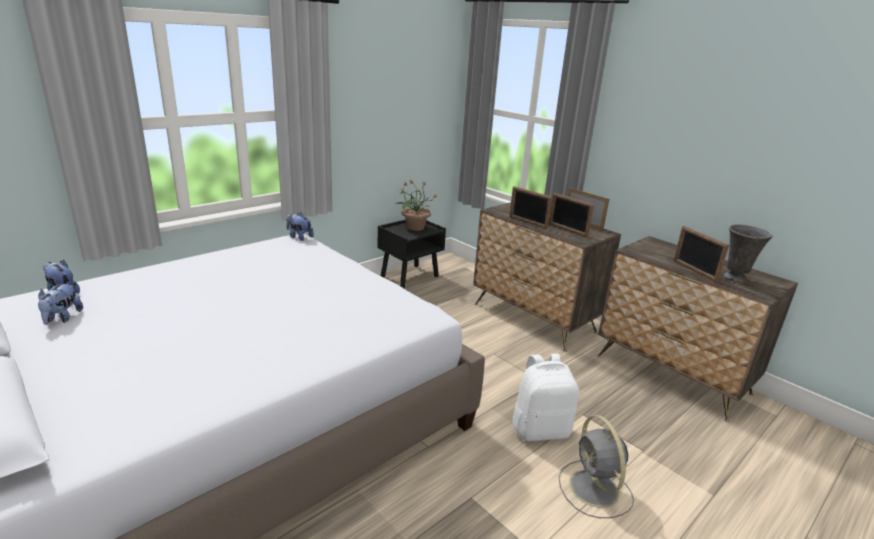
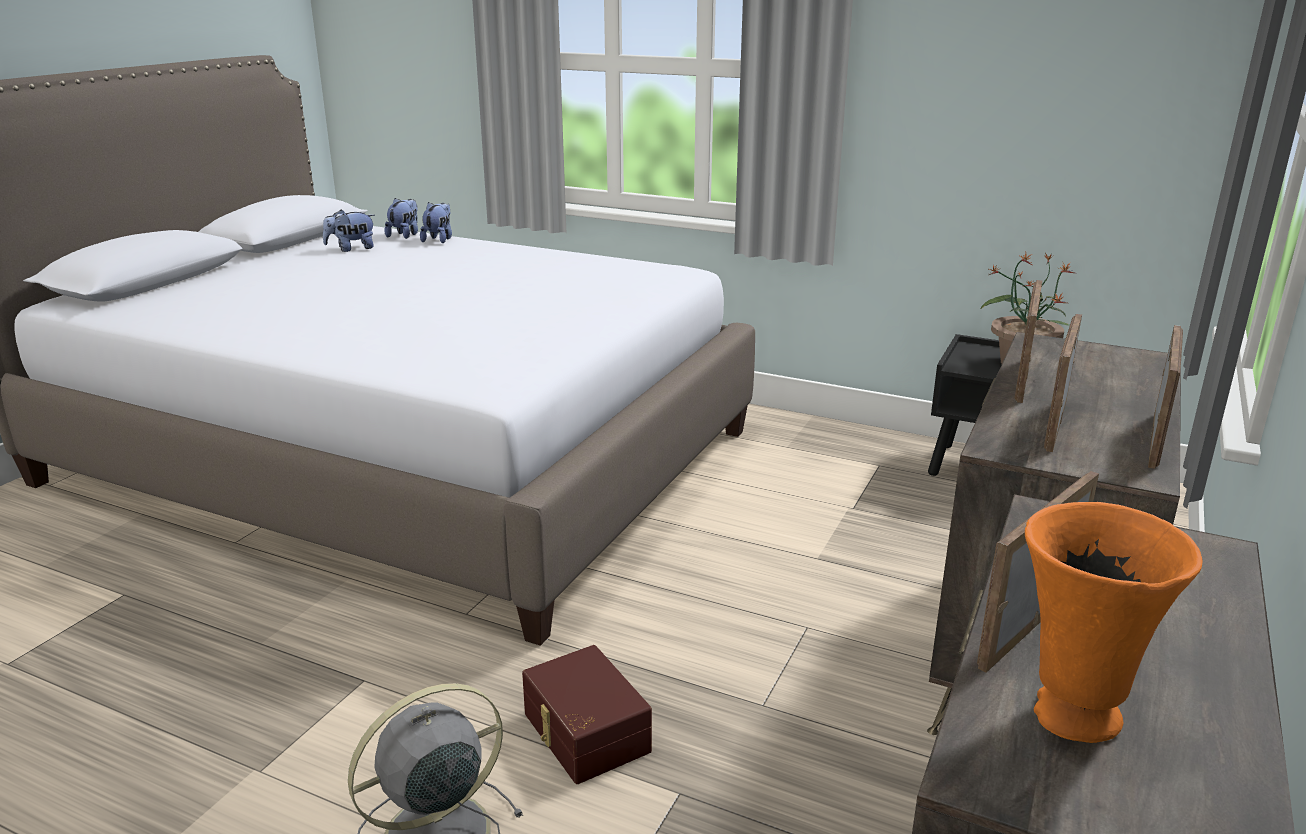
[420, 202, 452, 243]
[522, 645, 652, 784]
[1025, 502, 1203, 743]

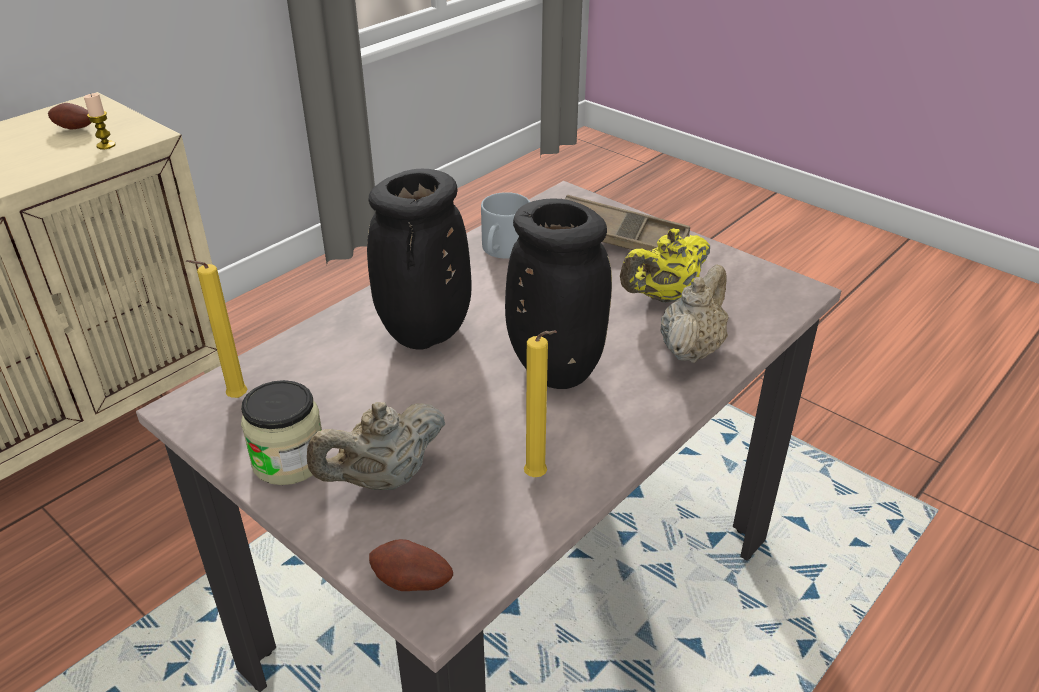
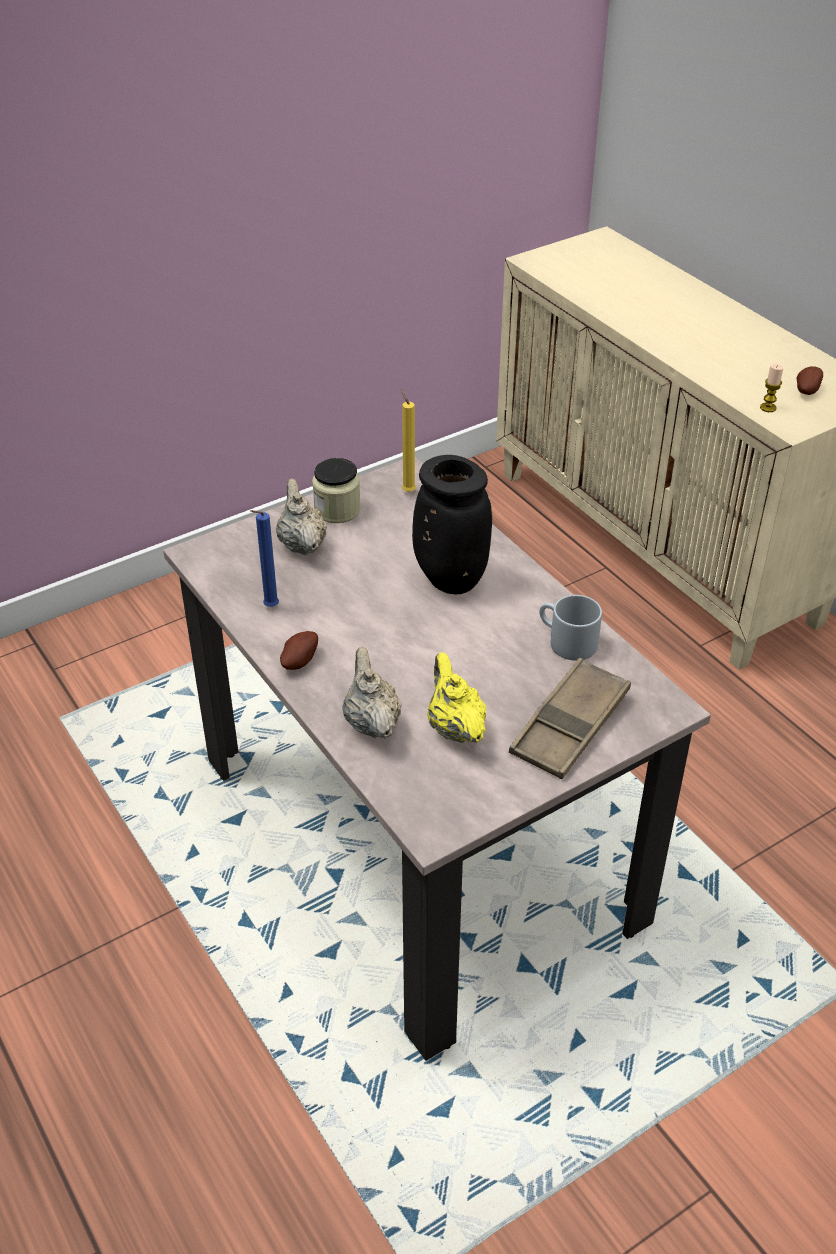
[250, 510, 279, 607]
[280, 631, 318, 670]
[342, 647, 402, 739]
[505, 198, 612, 389] (first image)

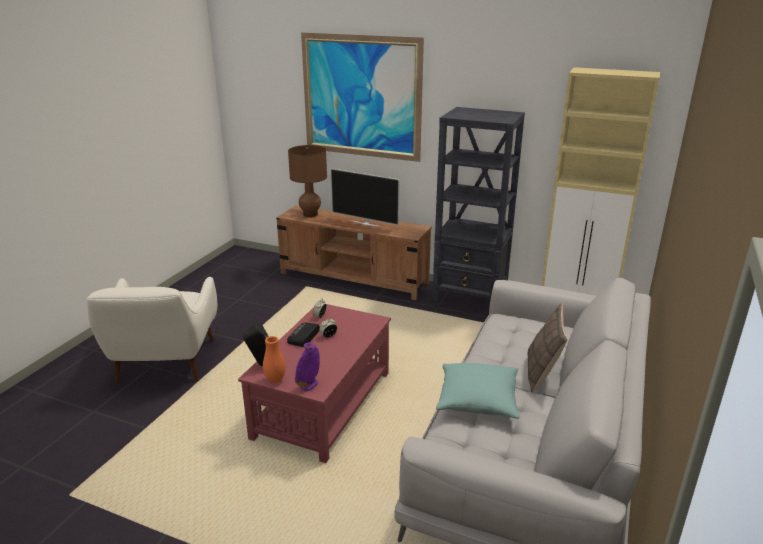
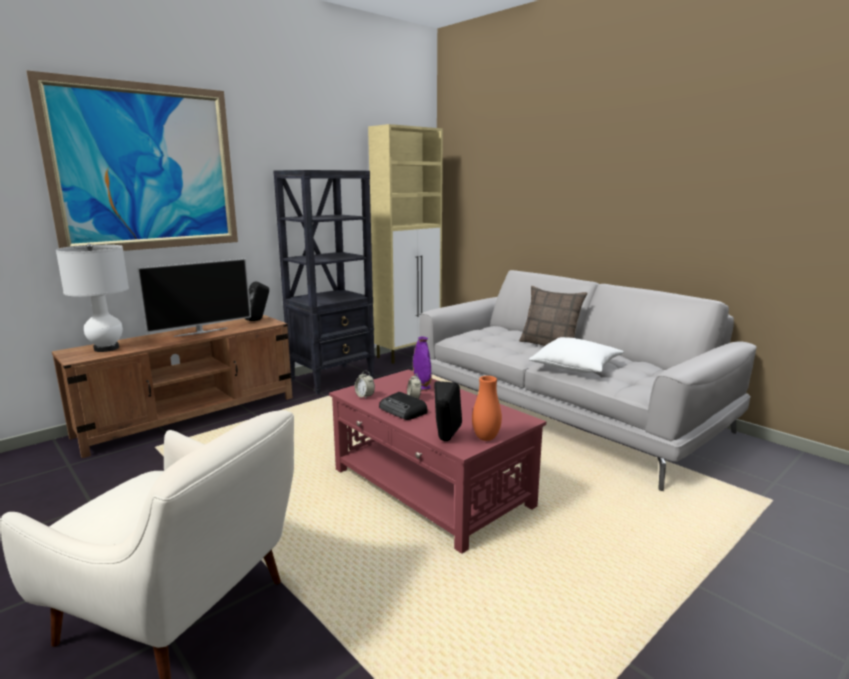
[56, 244, 129, 352]
[245, 281, 269, 321]
[413, 337, 432, 391]
[529, 337, 624, 373]

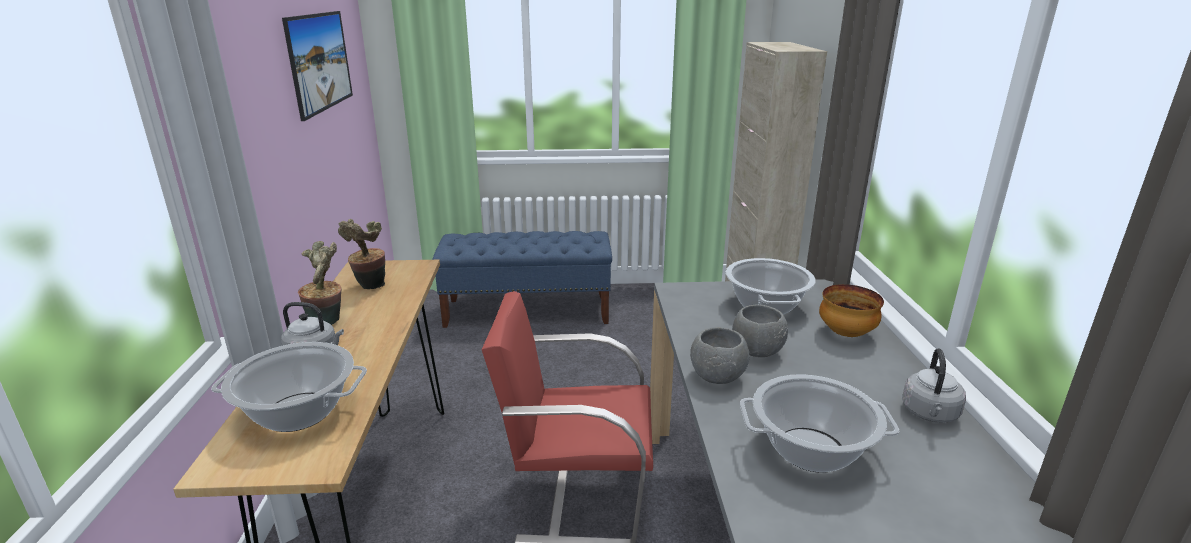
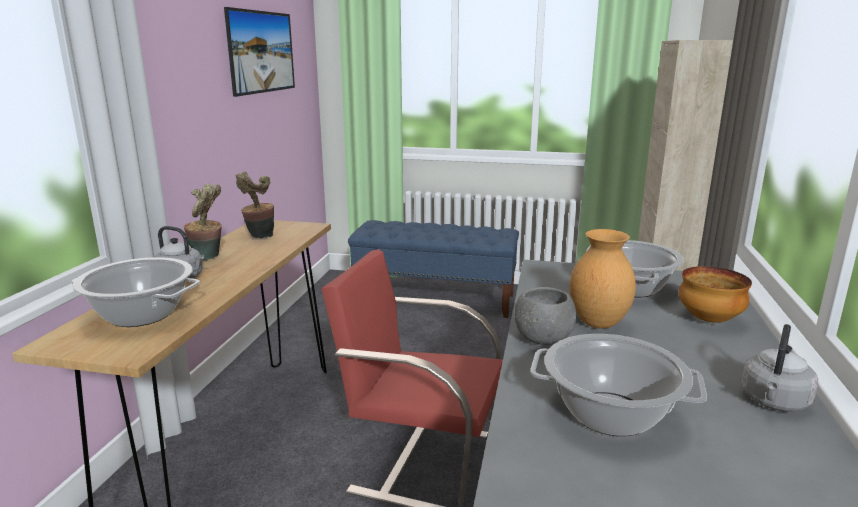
[569, 229, 636, 329]

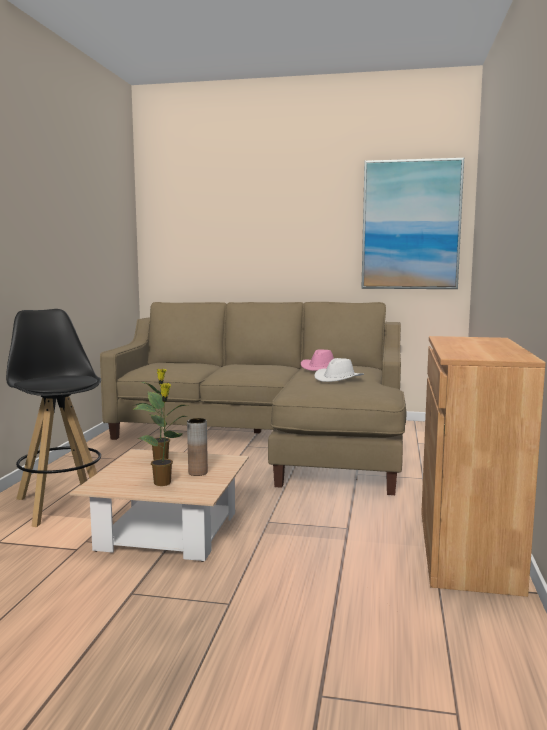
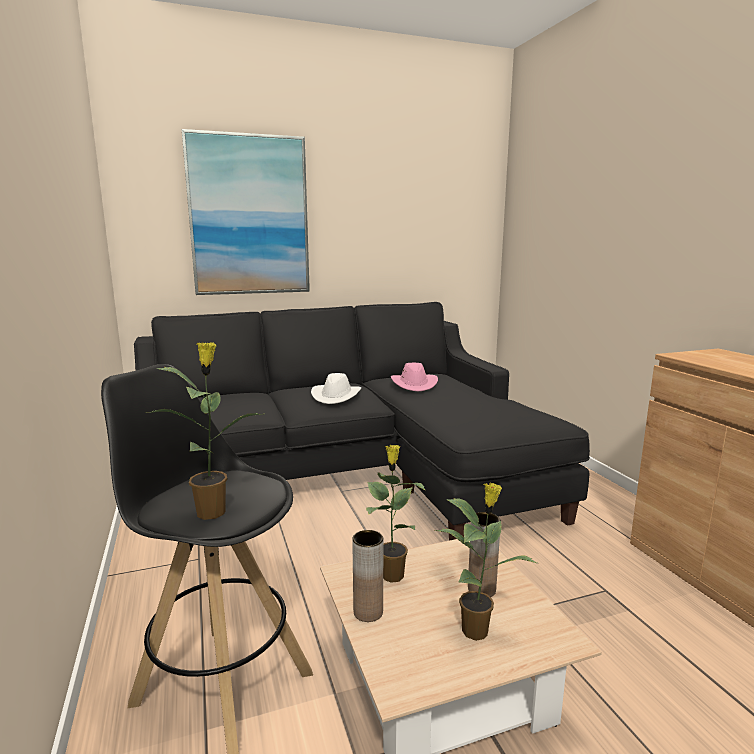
[134, 302, 590, 541]
[147, 342, 263, 520]
[182, 129, 310, 295]
[311, 373, 361, 404]
[352, 530, 383, 622]

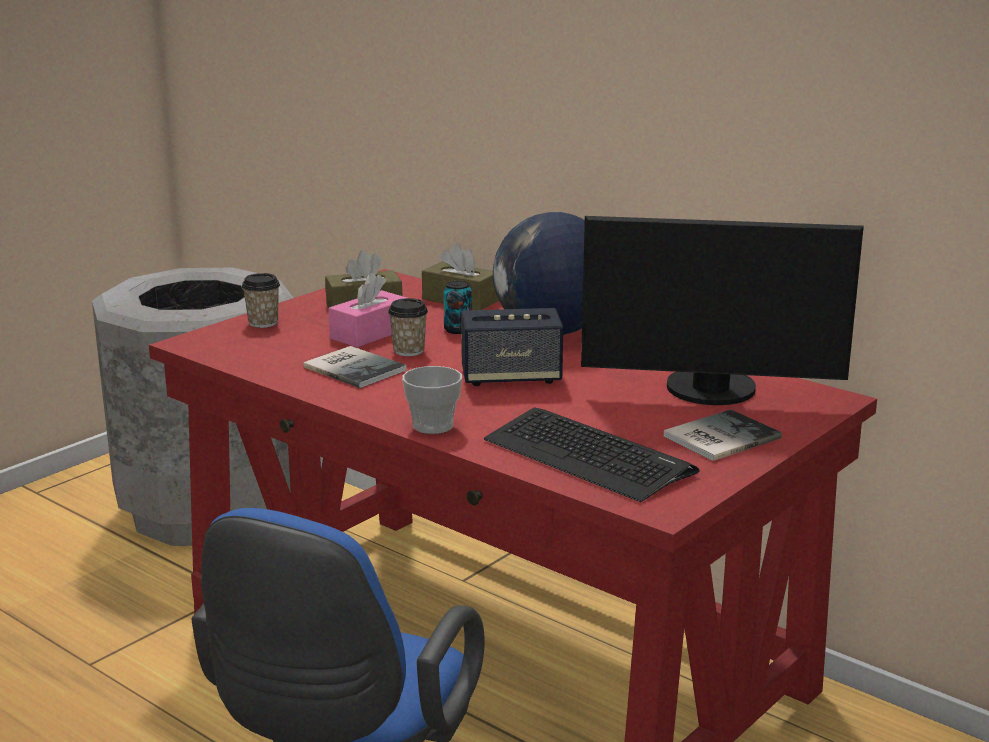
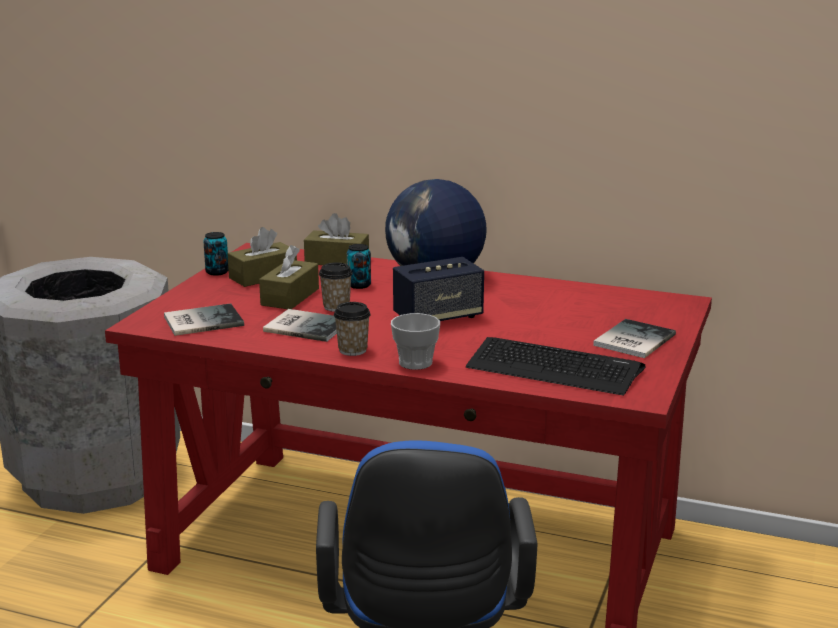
[164, 303, 244, 336]
[203, 232, 228, 276]
[259, 245, 319, 309]
[334, 302, 371, 356]
[581, 216, 864, 405] (first image)

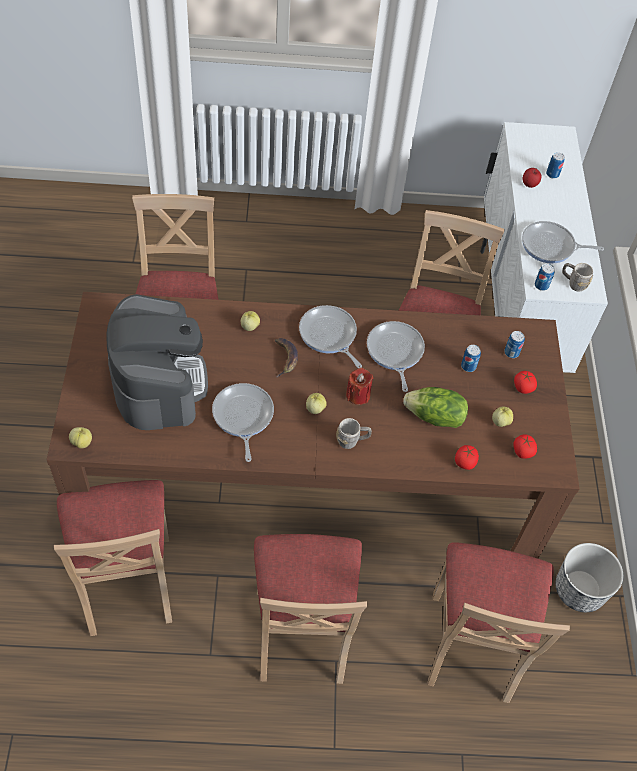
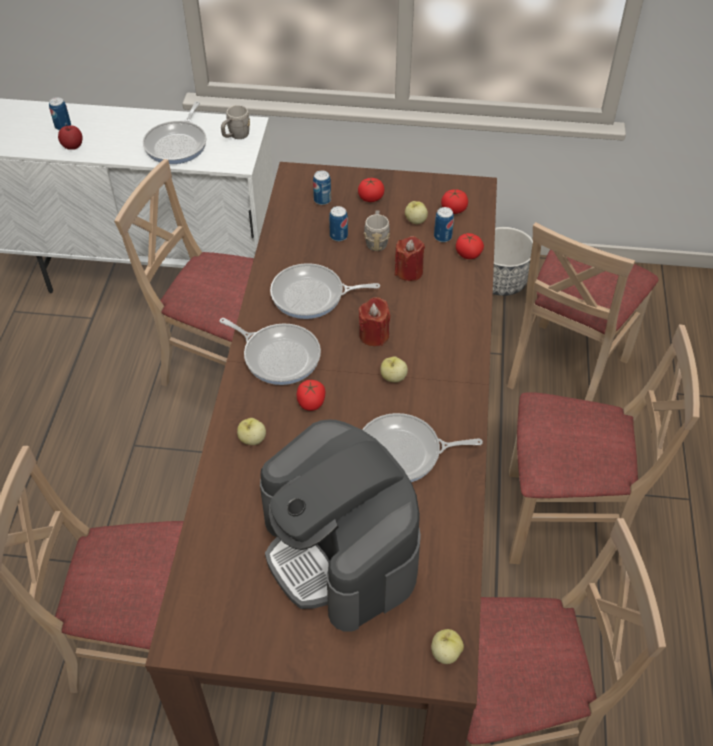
[219, 318, 321, 385]
[260, 420, 421, 632]
[297, 380, 325, 411]
[364, 210, 390, 251]
[395, 236, 425, 281]
[434, 207, 454, 242]
[507, 222, 659, 402]

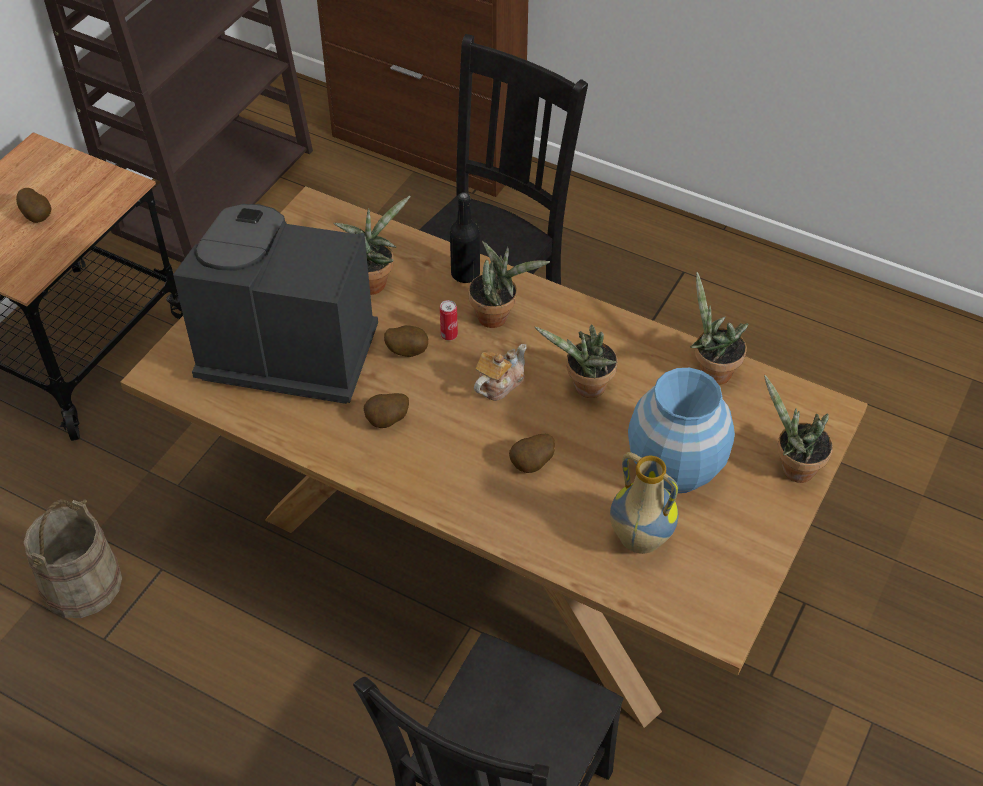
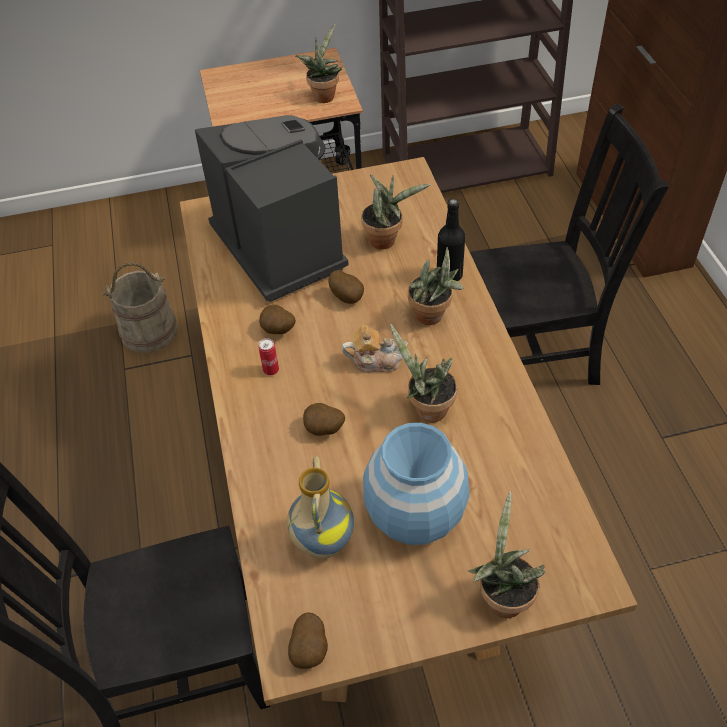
[258, 338, 279, 376]
[288, 612, 328, 669]
[296, 24, 342, 103]

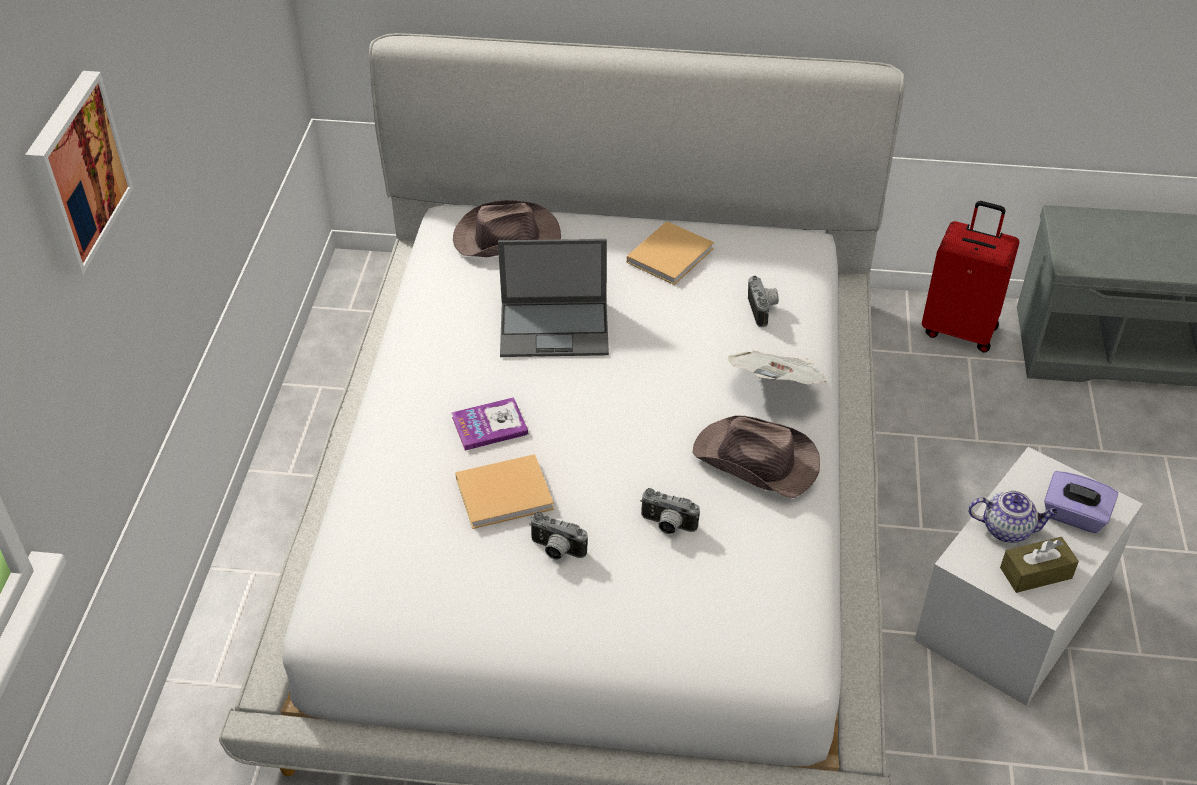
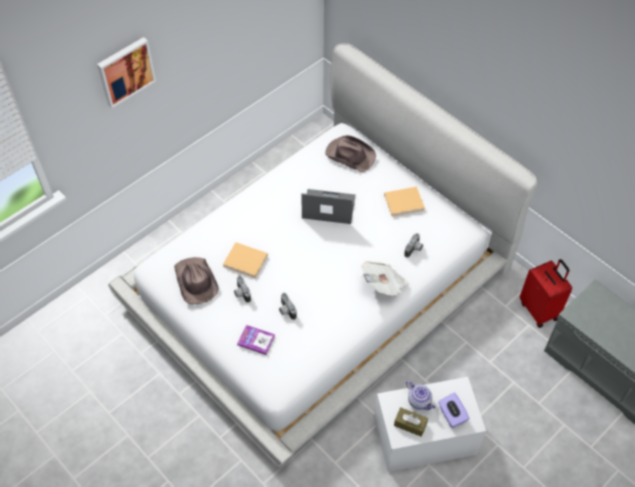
[174, 257, 219, 304]
[237, 325, 275, 355]
[301, 189, 356, 224]

